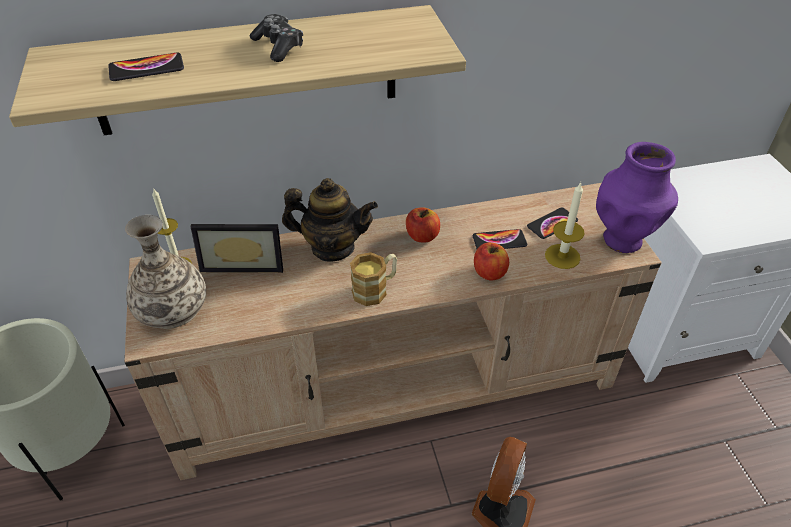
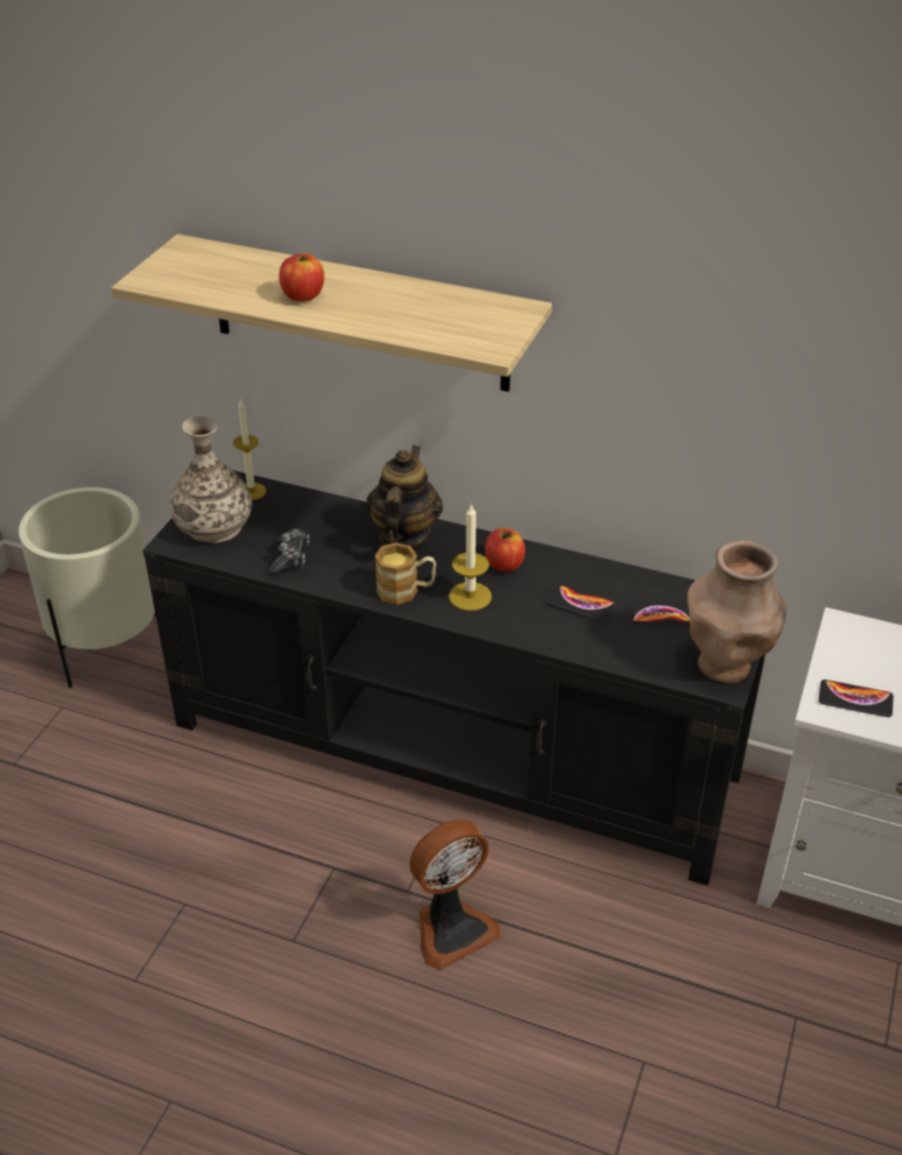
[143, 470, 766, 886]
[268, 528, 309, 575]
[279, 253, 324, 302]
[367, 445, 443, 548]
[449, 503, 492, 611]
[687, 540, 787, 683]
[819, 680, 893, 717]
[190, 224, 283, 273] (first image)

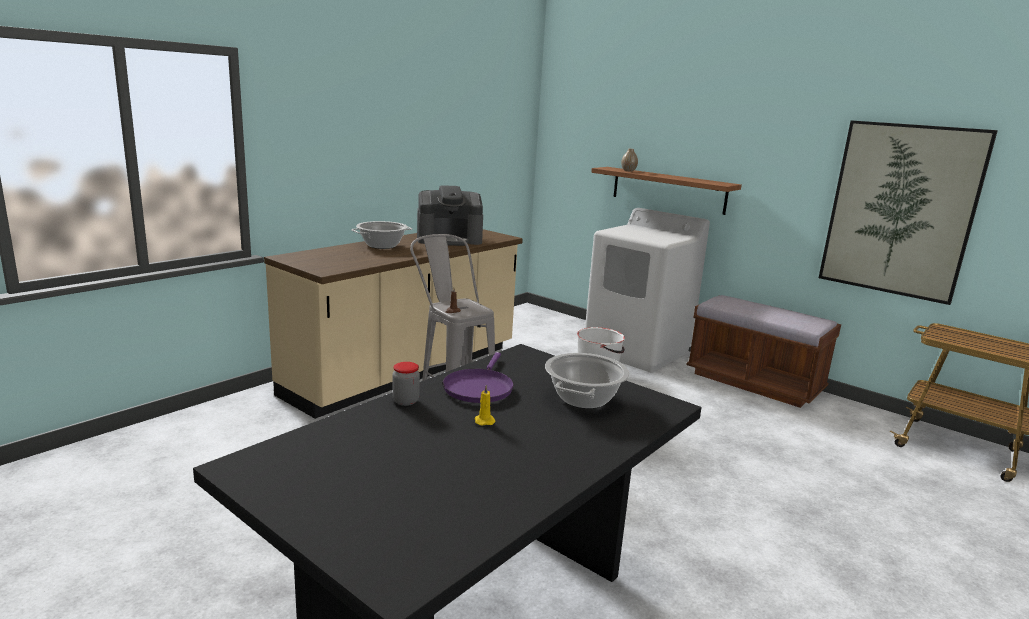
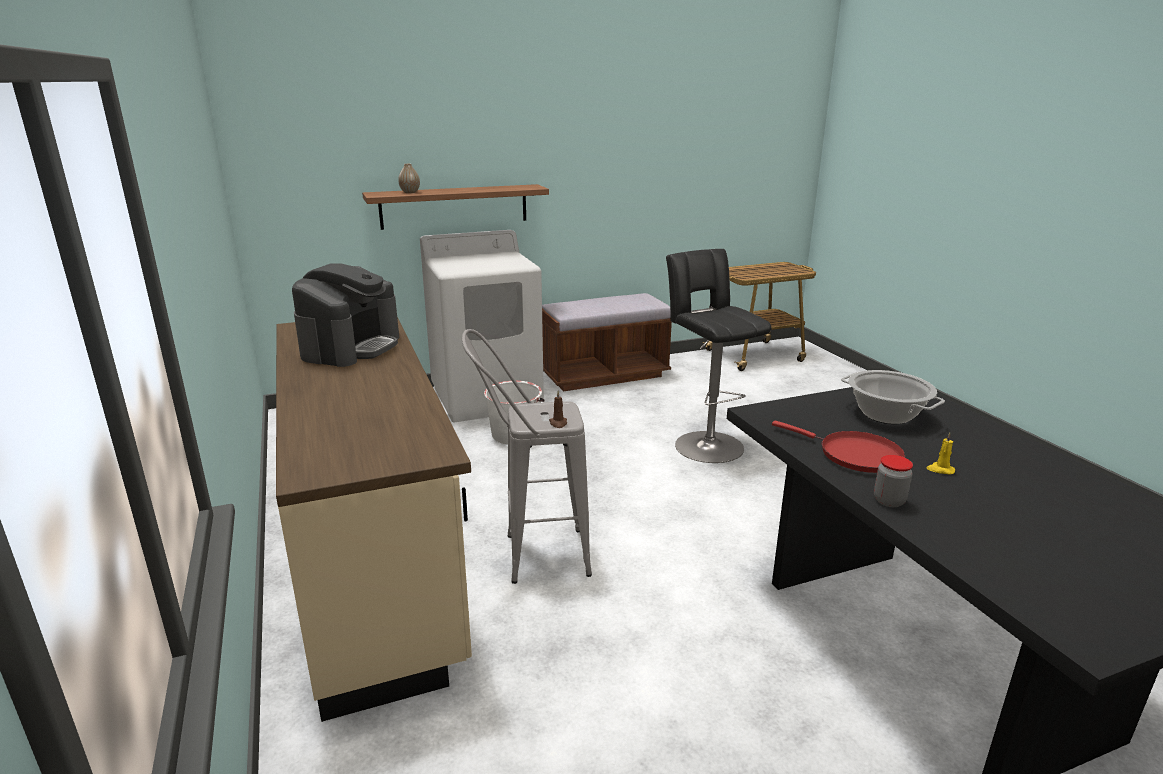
[666, 249, 772, 463]
[772, 421, 906, 473]
[351, 221, 412, 249] (first image)
[819, 120, 998, 305] (first image)

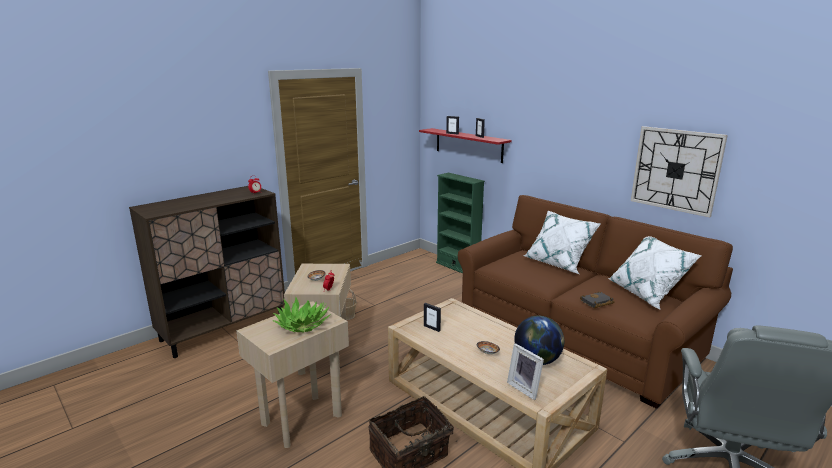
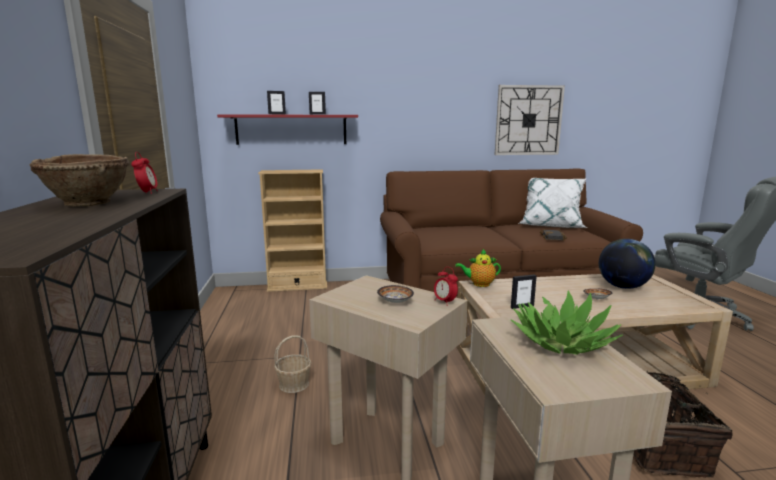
[30, 154, 130, 207]
[258, 169, 327, 292]
[455, 249, 501, 287]
[507, 343, 544, 400] (first image)
[523, 211, 601, 274] (first image)

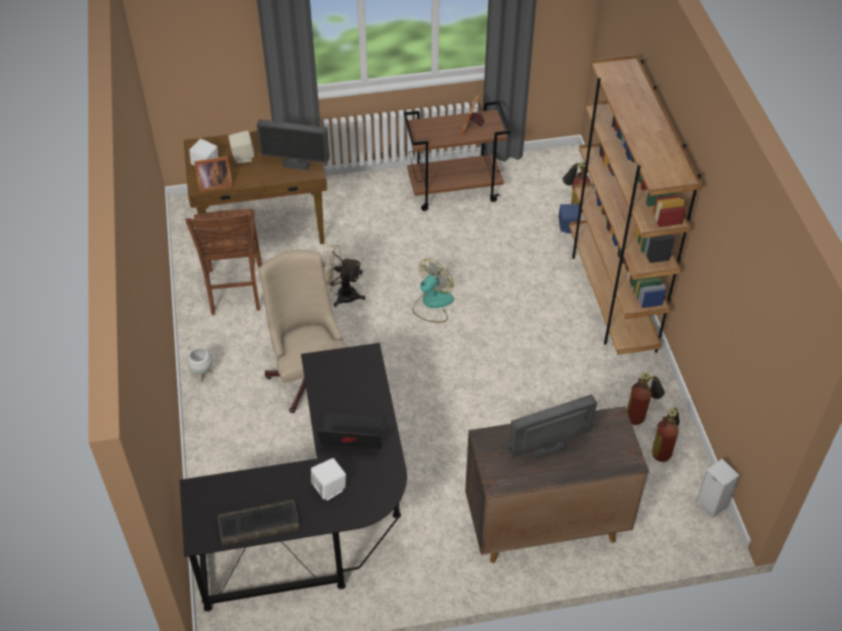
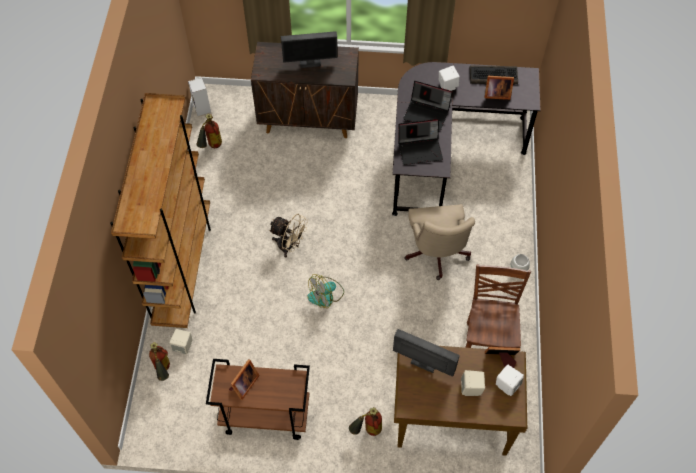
[169, 329, 192, 354]
[269, 214, 308, 258]
[349, 407, 382, 436]
[398, 119, 443, 165]
[485, 76, 514, 100]

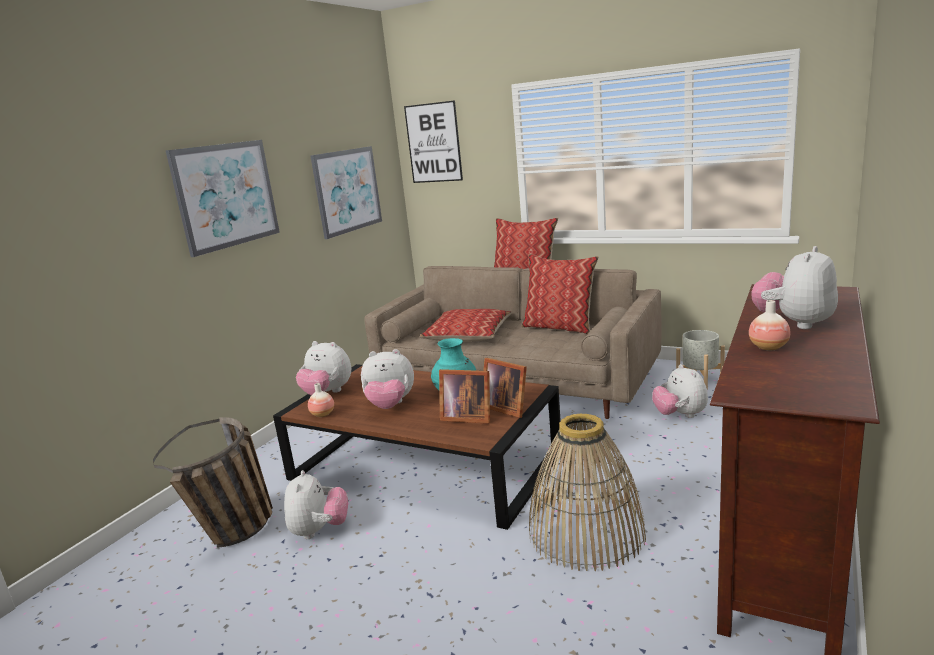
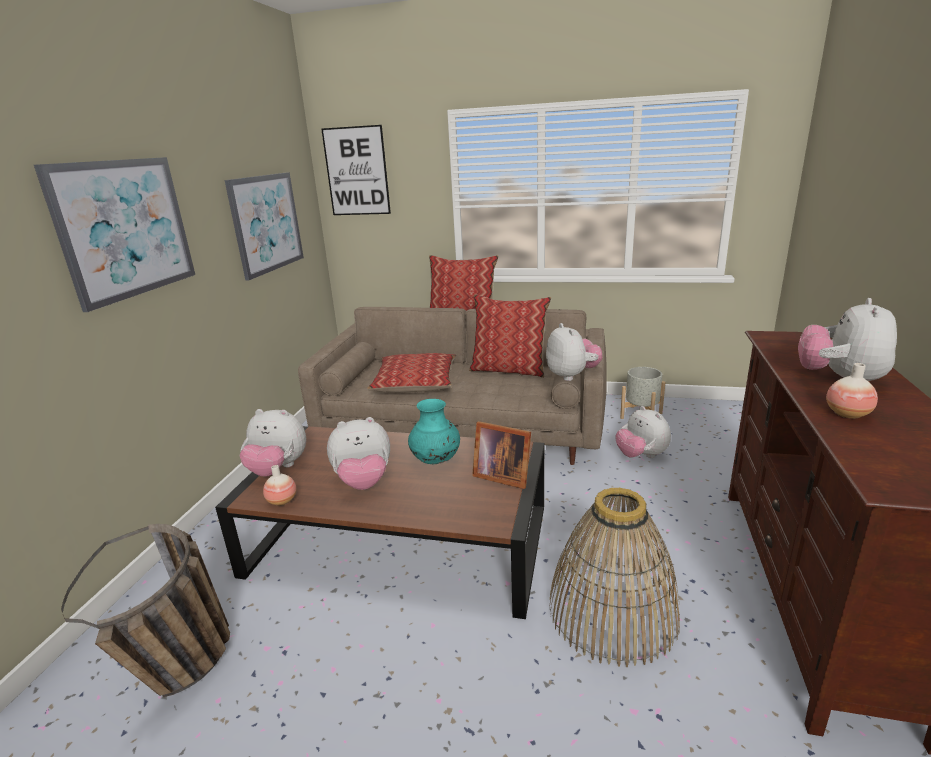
[546, 323, 602, 381]
[439, 369, 490, 424] (first image)

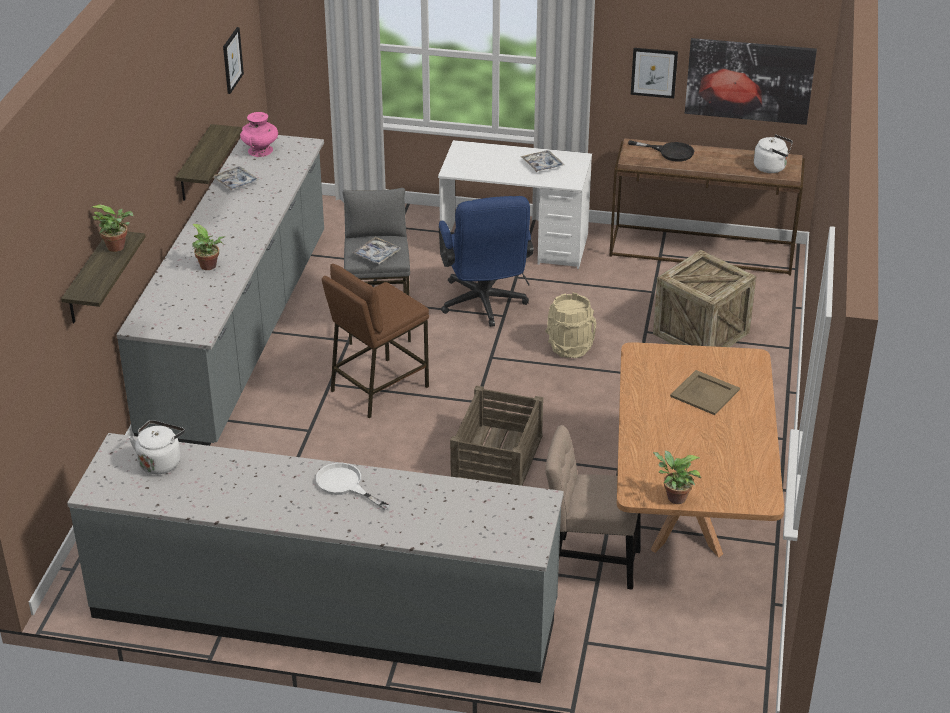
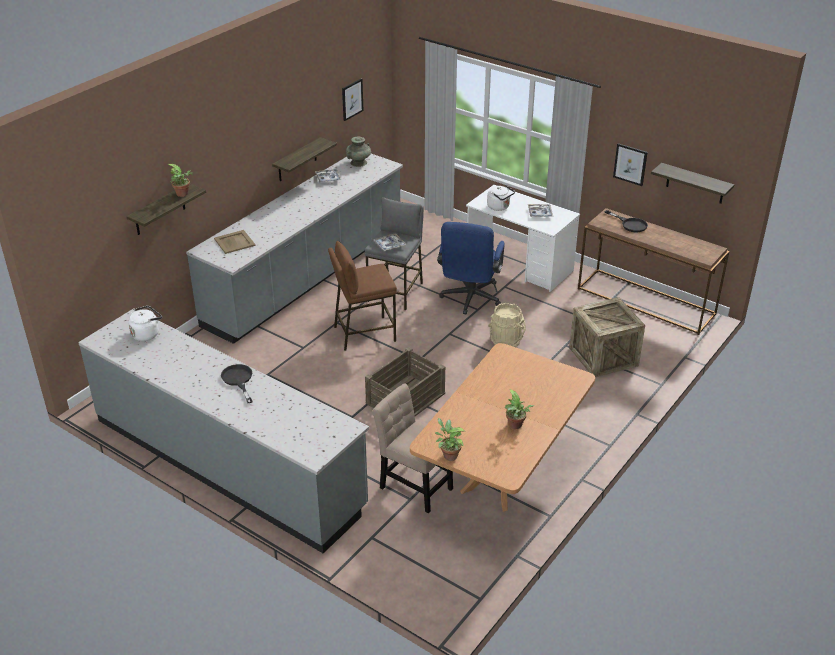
[214, 230, 256, 254]
[221, 364, 253, 403]
[346, 137, 371, 167]
[487, 185, 515, 211]
[505, 389, 534, 429]
[651, 163, 734, 203]

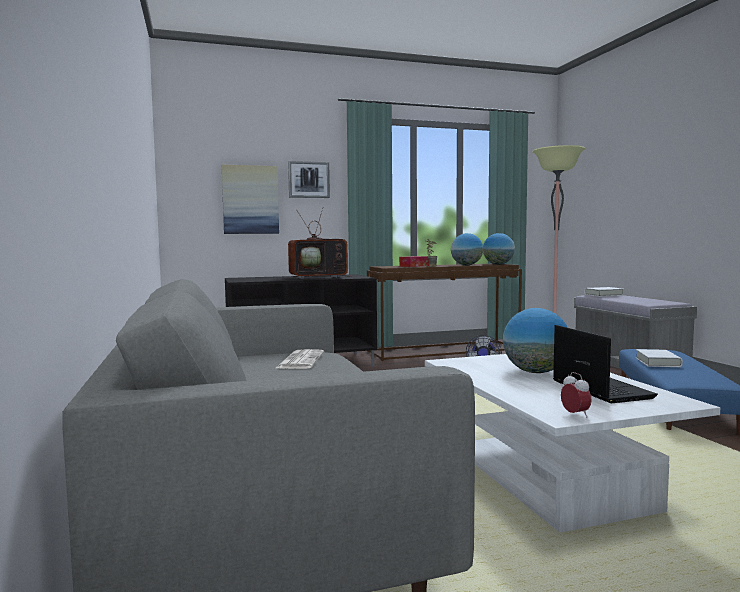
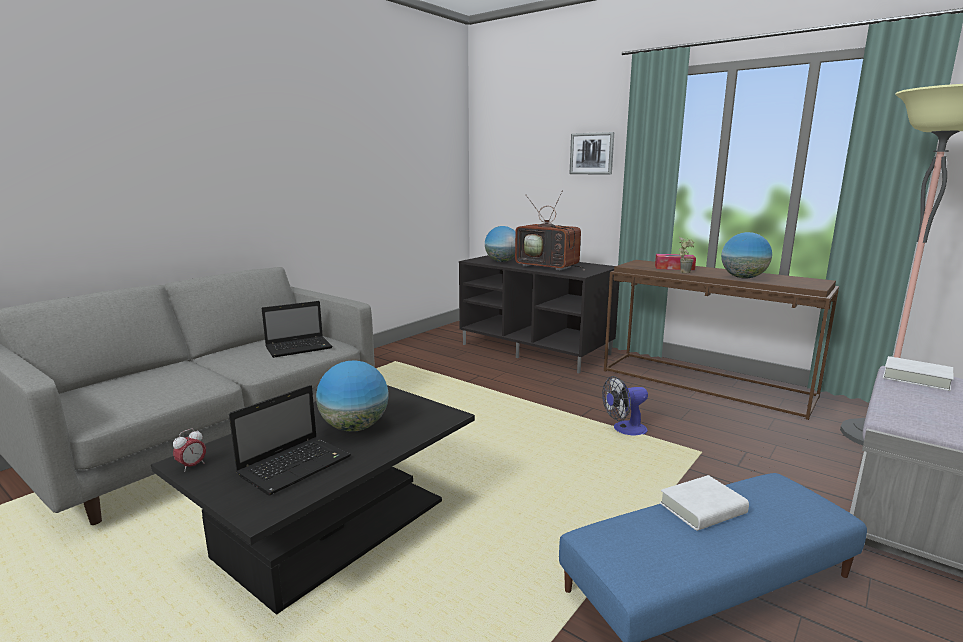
[151, 385, 475, 615]
[262, 301, 333, 358]
[485, 226, 515, 262]
[222, 165, 279, 234] (first image)

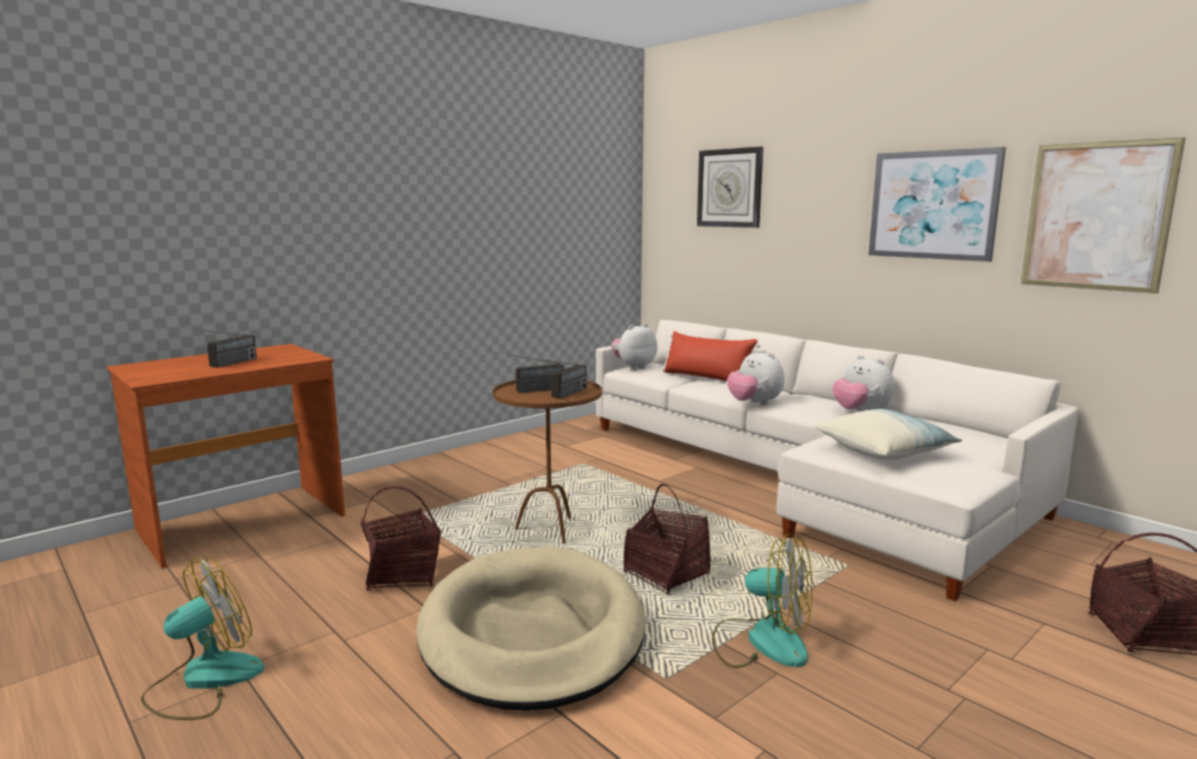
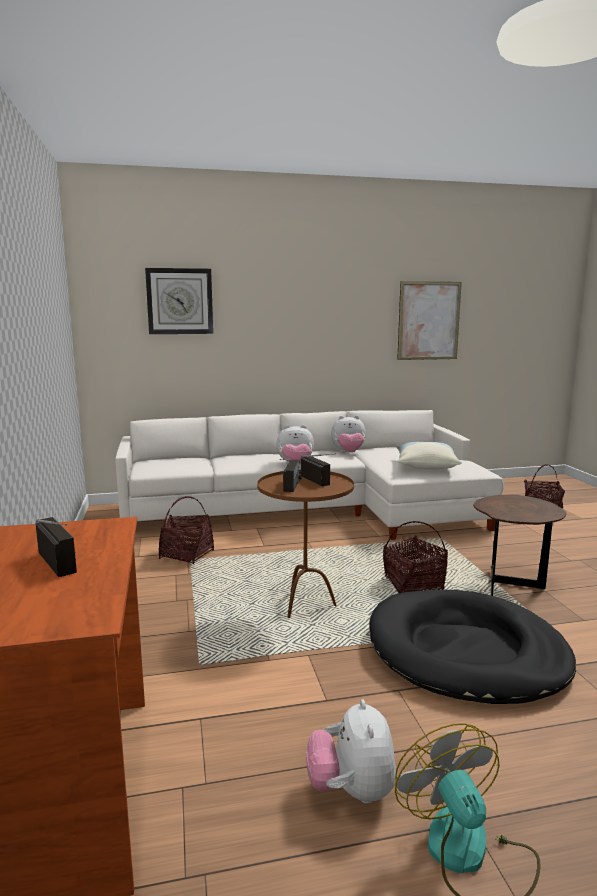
[158, 496, 214, 564]
[306, 699, 396, 804]
[369, 589, 576, 704]
[473, 495, 566, 596]
[662, 331, 760, 381] (first image)
[869, 147, 1006, 262] (first image)

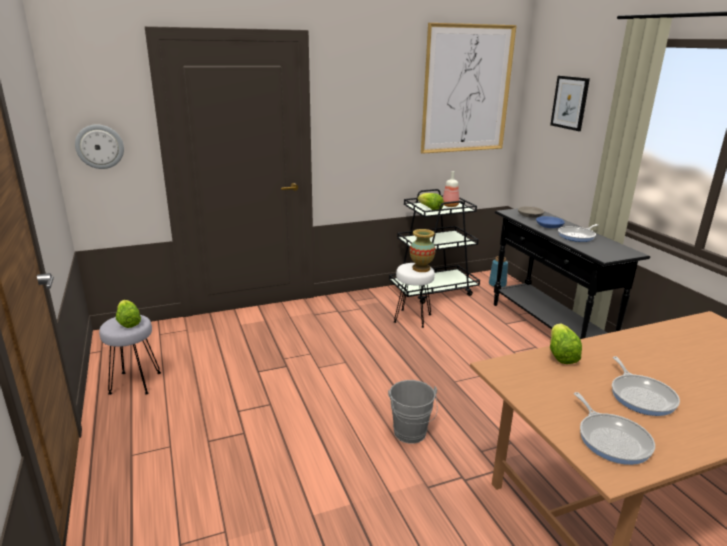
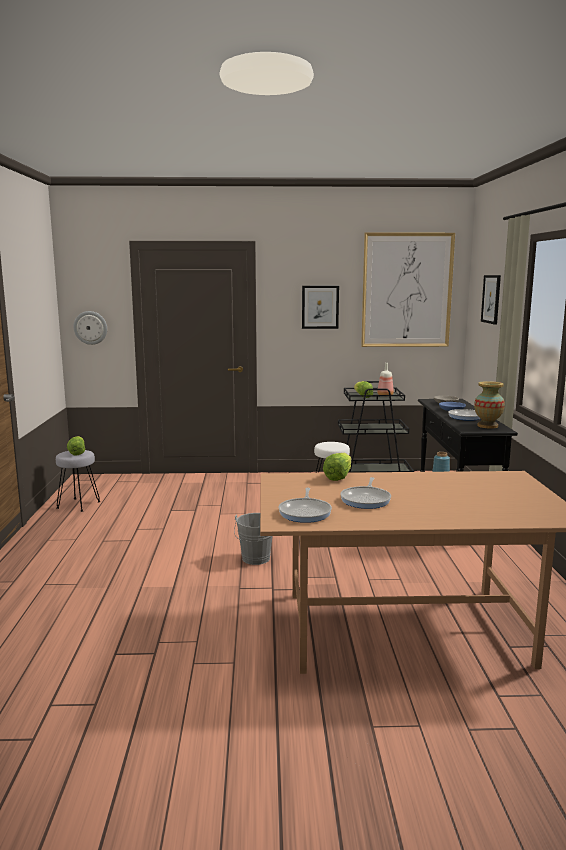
[302, 286, 339, 329]
[474, 381, 505, 429]

